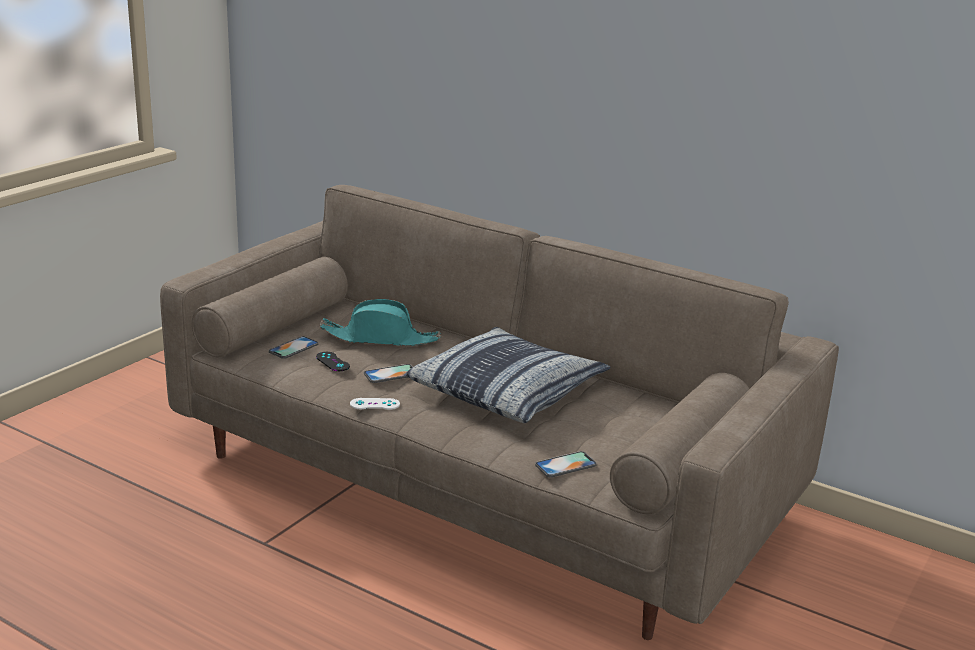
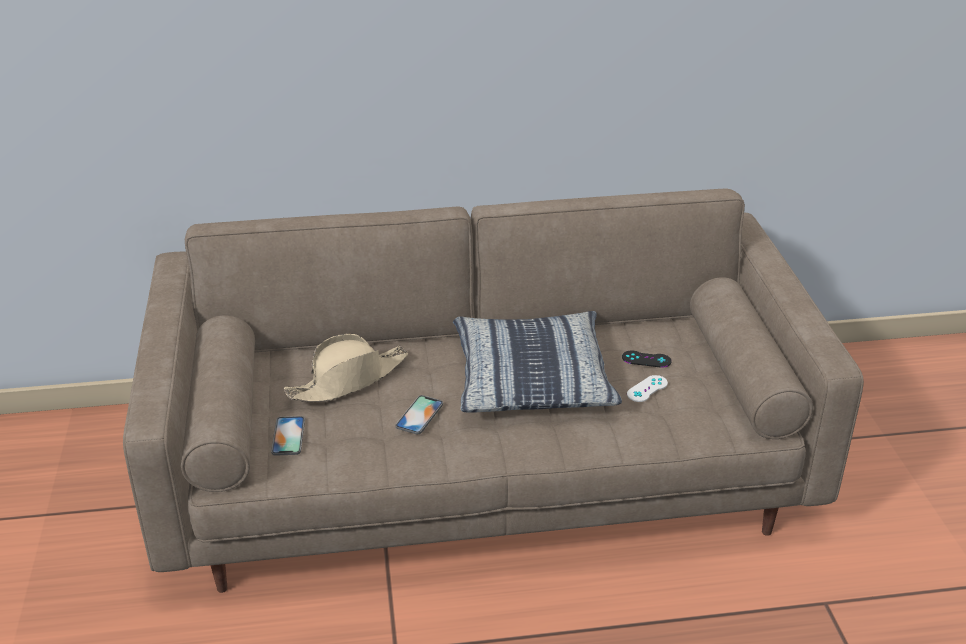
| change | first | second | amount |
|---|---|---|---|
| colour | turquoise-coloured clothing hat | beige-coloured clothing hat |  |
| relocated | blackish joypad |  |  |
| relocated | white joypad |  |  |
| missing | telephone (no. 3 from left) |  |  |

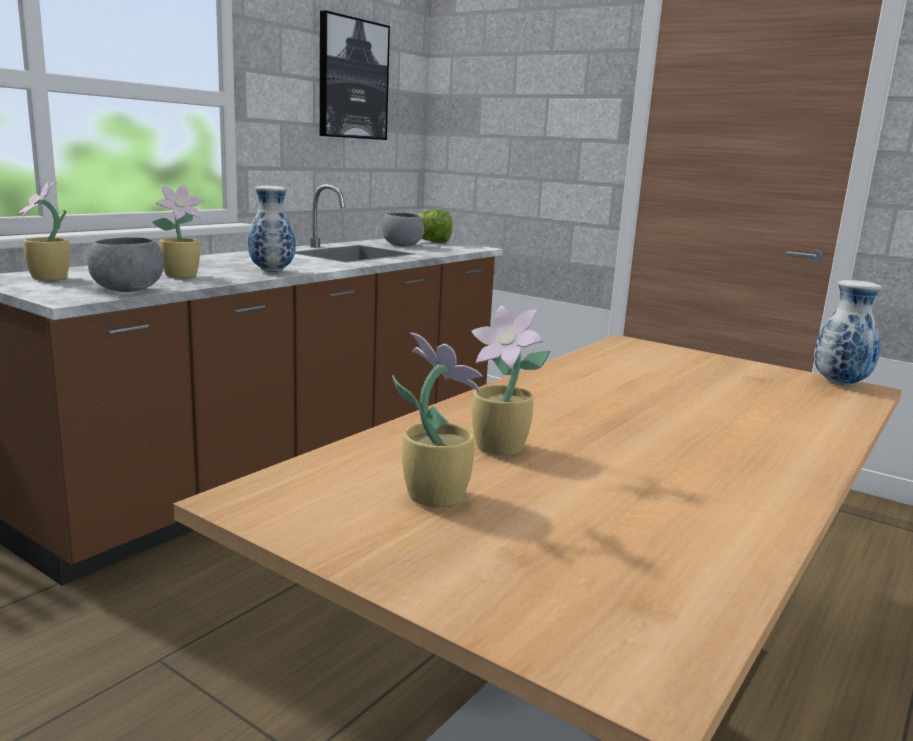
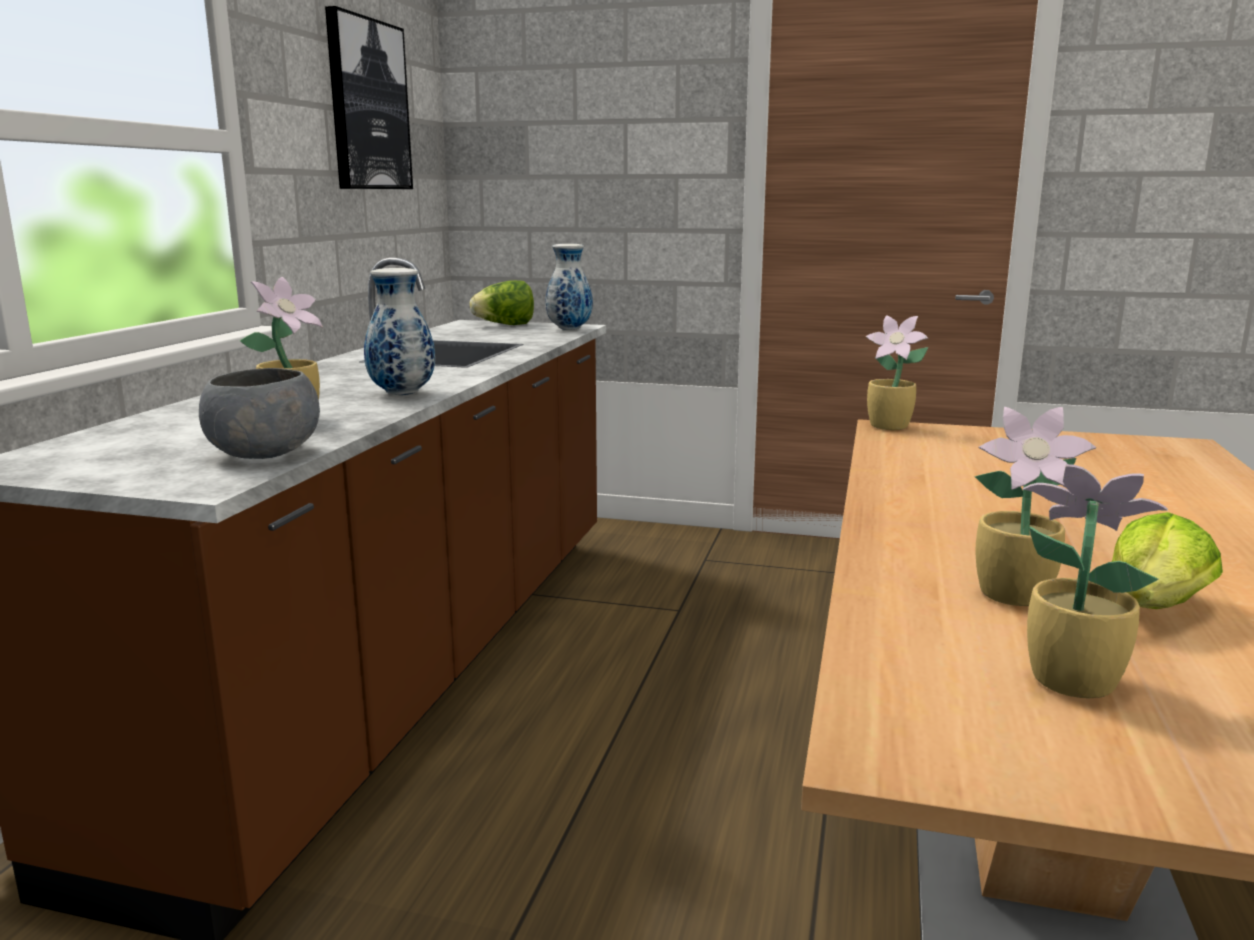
| change | first | second | amount |
|---|---|---|---|
| relocated | houseplant (no. 1 from left in the first image) | houseplant (no. 2 from left) |  |
| missing | grey deep dish (no. 2 from left) |  |  |
| relocated | decorative vase (no. 2 from left) |  |  |
| appeared |  | lettuce head (no. 2 from left) |  |

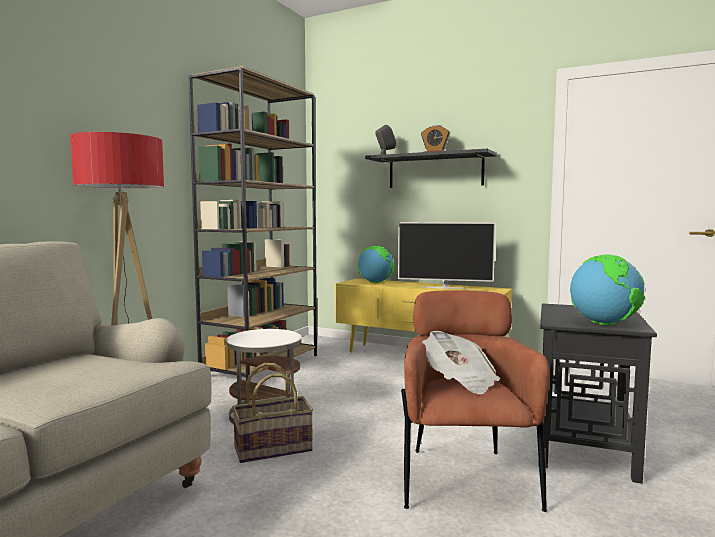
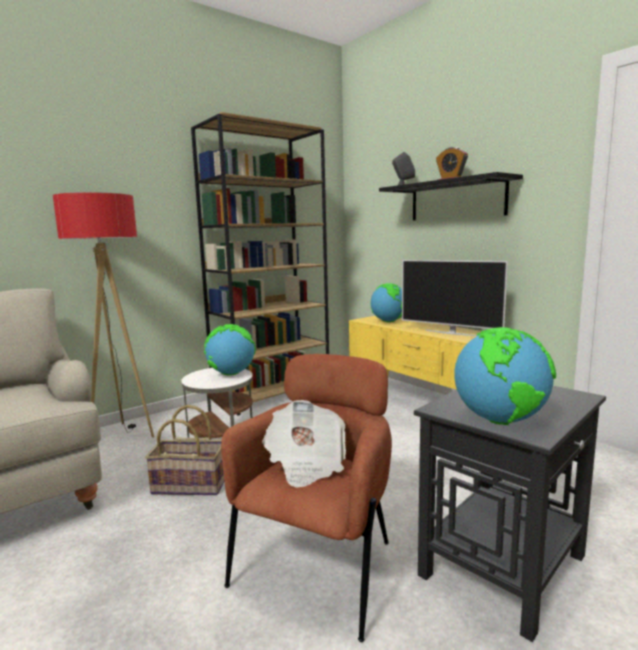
| change | first | second | amount |
|---|---|---|---|
| appeared |  | desk globe (no. 1 from left) |  |

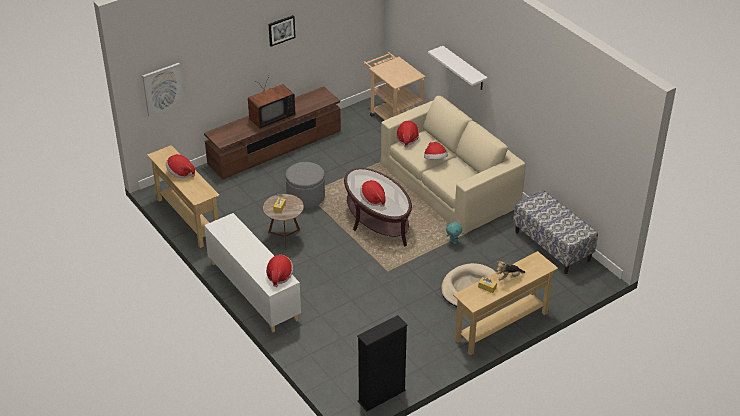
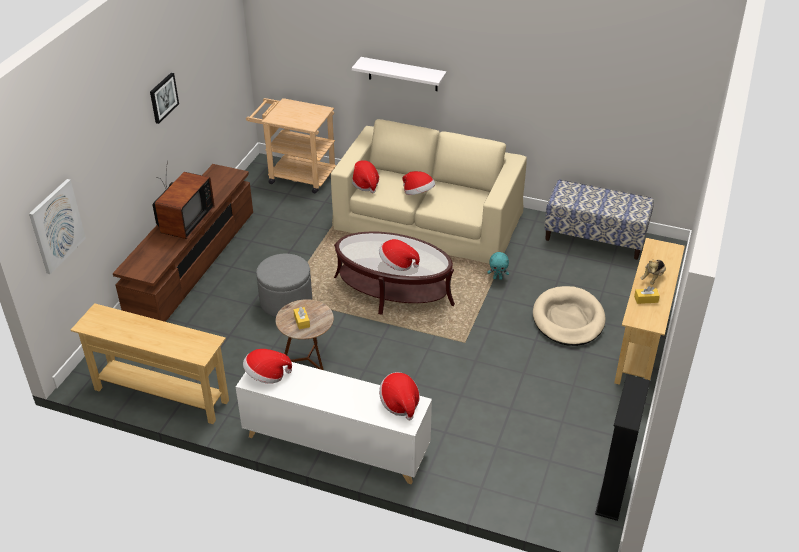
| change | first | second | amount |
|---|---|---|---|
| relocated | clothing hat (no. 1 from left) |  |  |

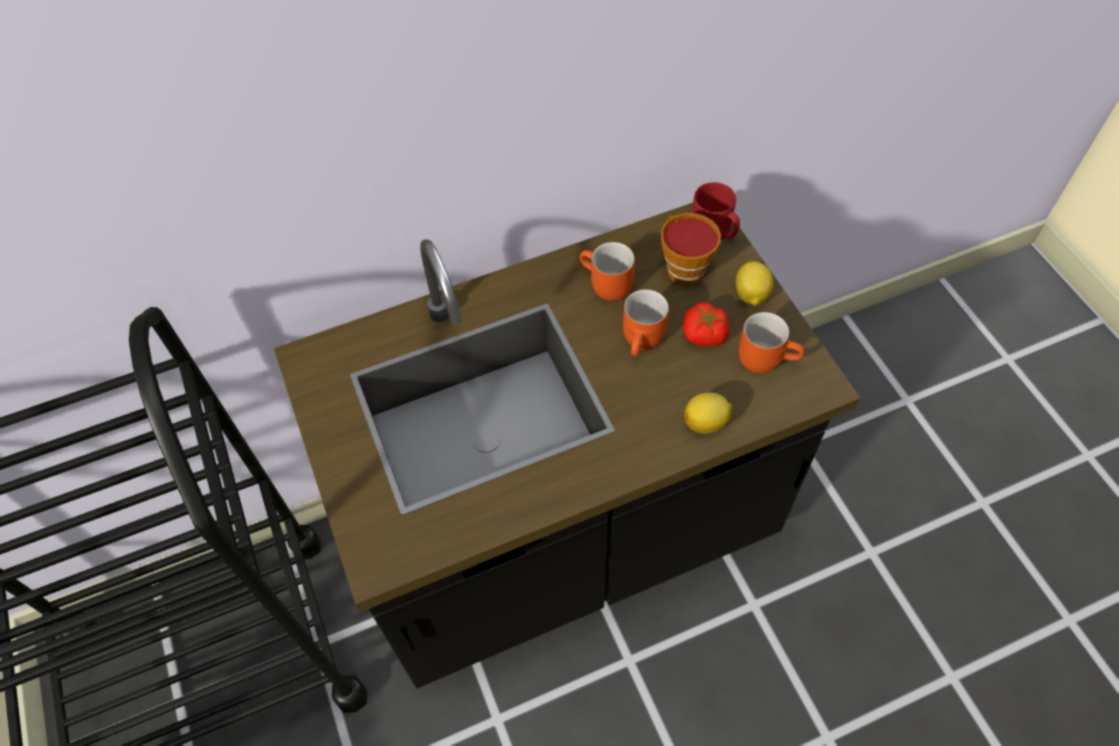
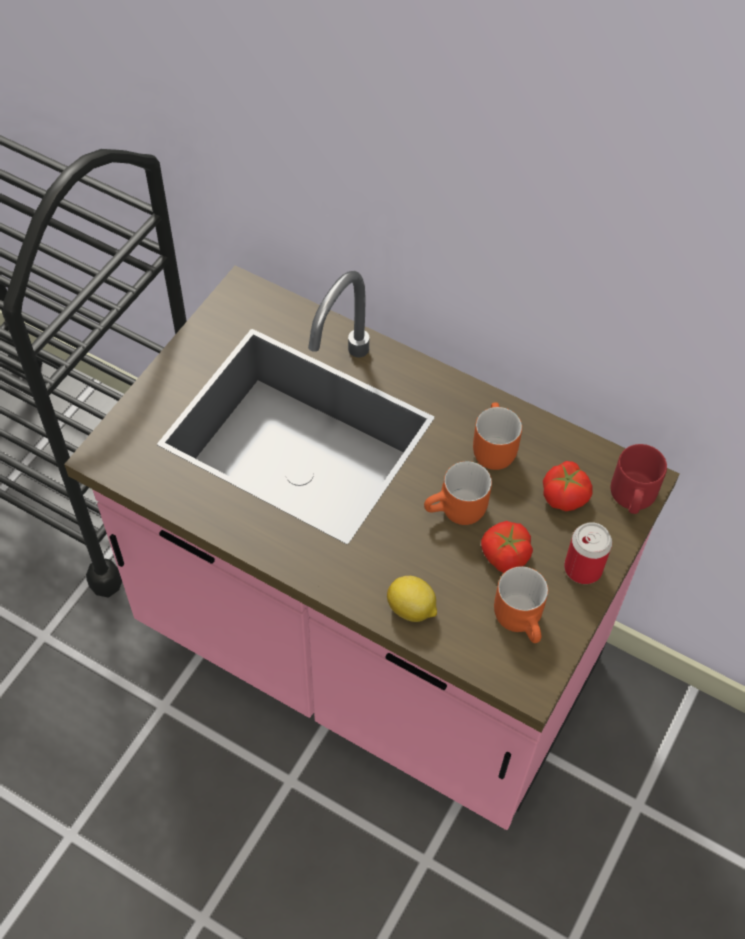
| change | first | second | amount |
|---|---|---|---|
| colour | blackish kitchen base unit | pink-coloured kitchen base unit |  |
| exchanged | cup | whole tomato (no. 2 from left) |  |
| exchanged | citrus fruit (no. 2 from left) | metal can |  |

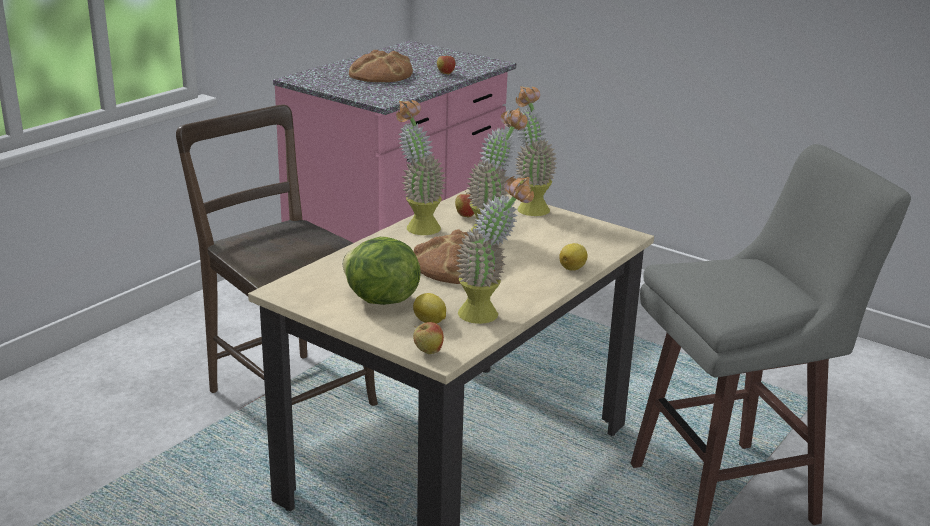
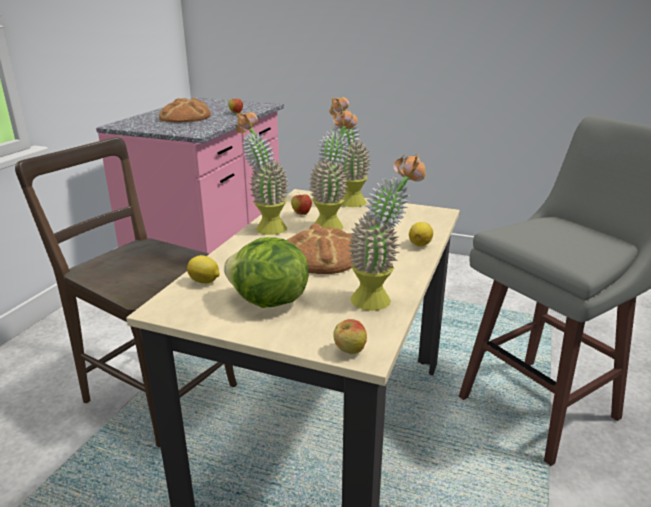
| change | first | second | amount |
|---|---|---|---|
| relocated | citrus fruit (no. 1 from left) |  |  |

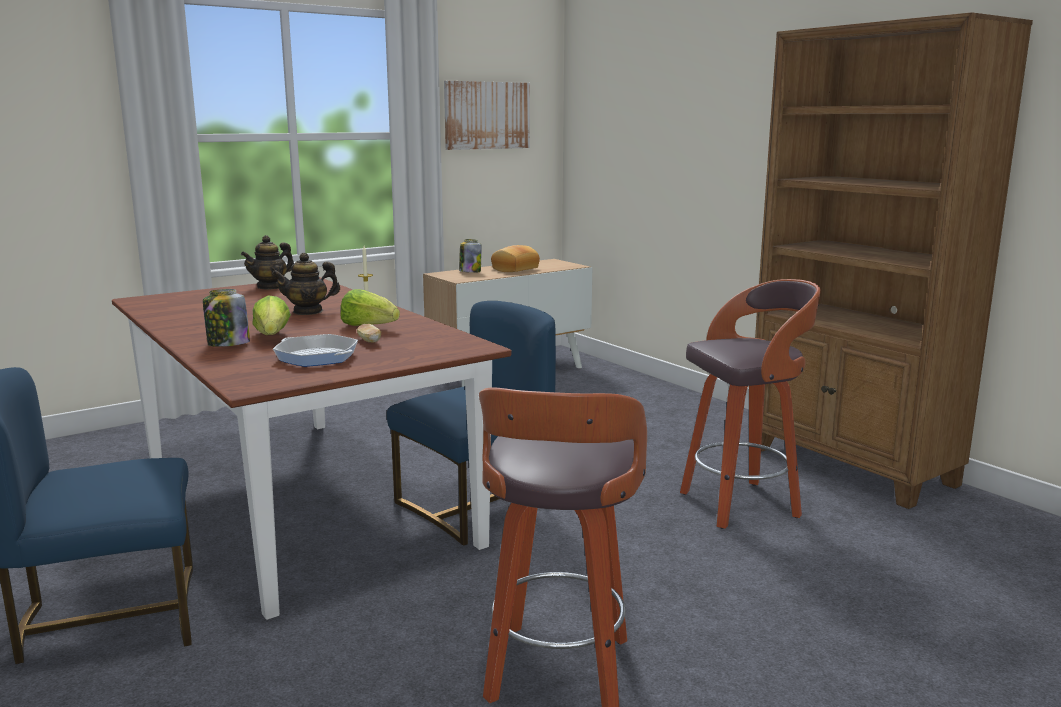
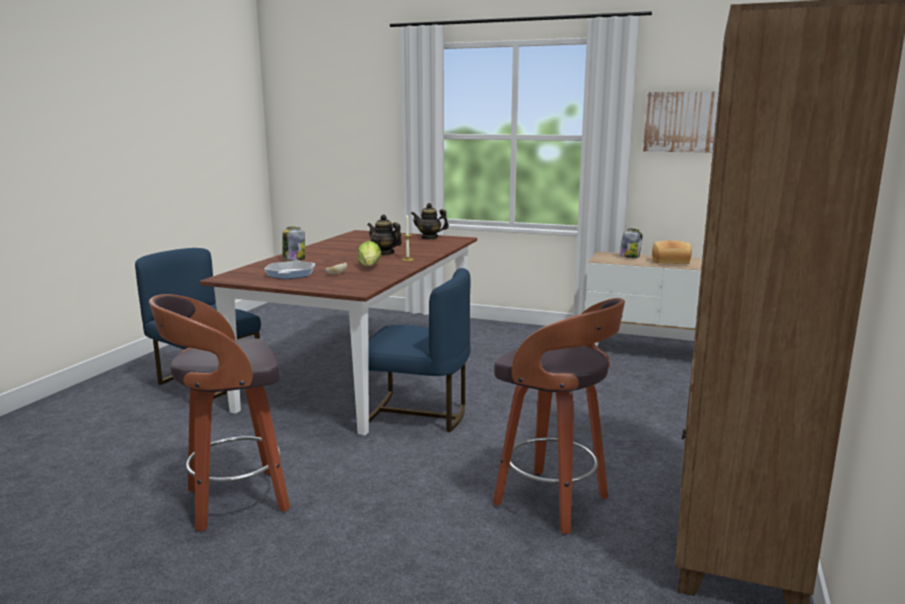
| change | first | second | amount |
|---|---|---|---|
| missing | lettuce head (no. 1 from left) |  |  |

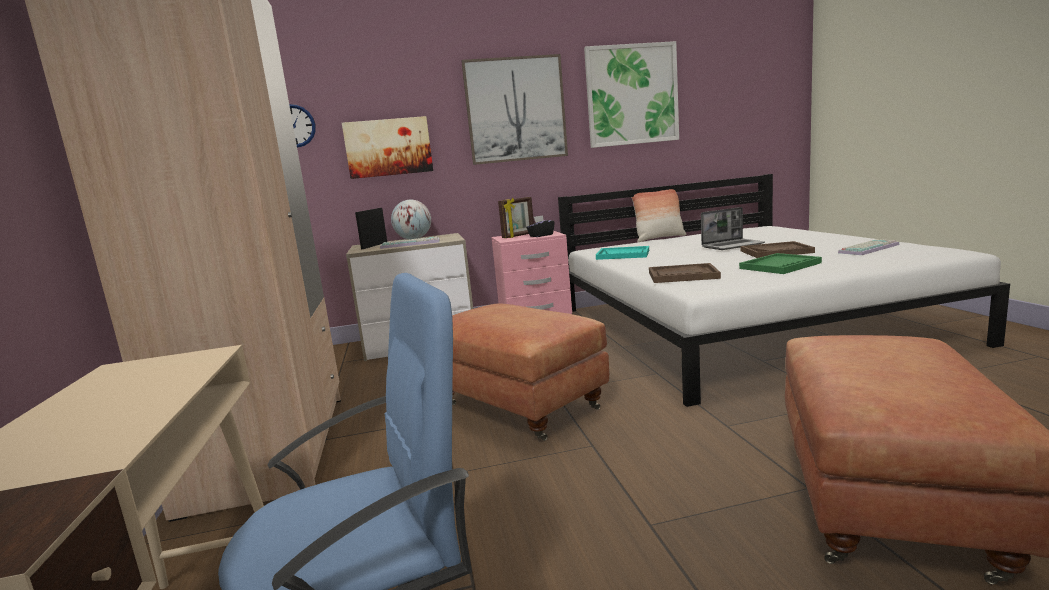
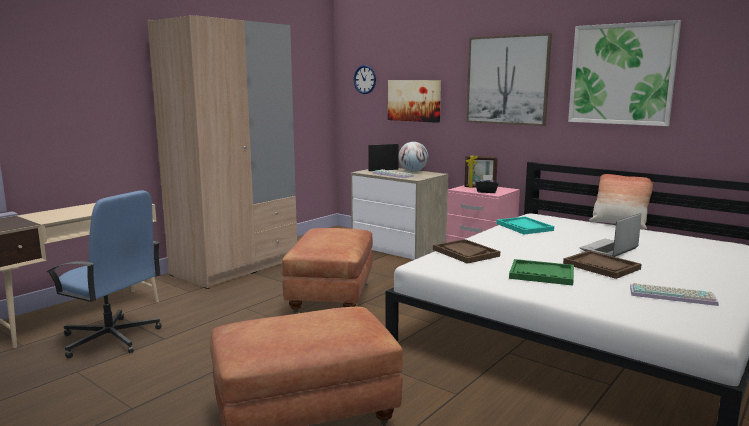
| change | first | second | amount |
|---|---|---|---|
| spun | portable computer |  | 105 degrees clockwise |

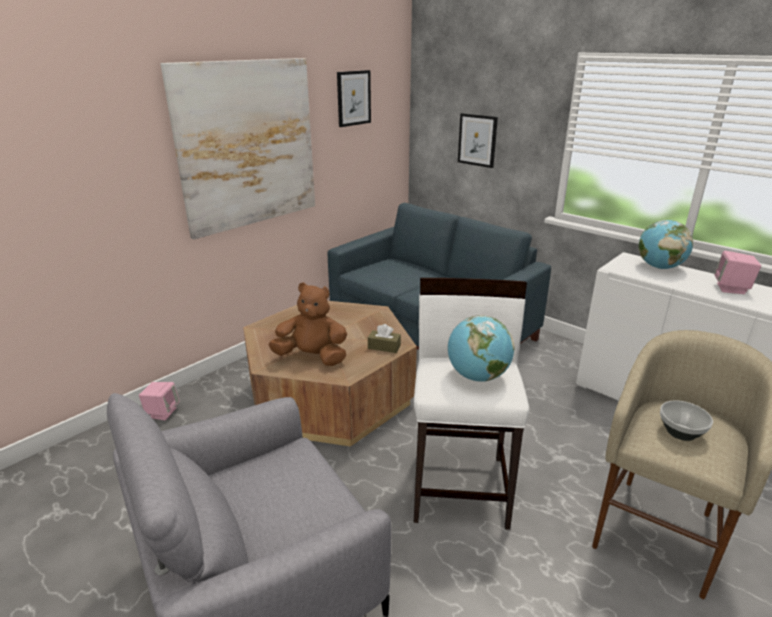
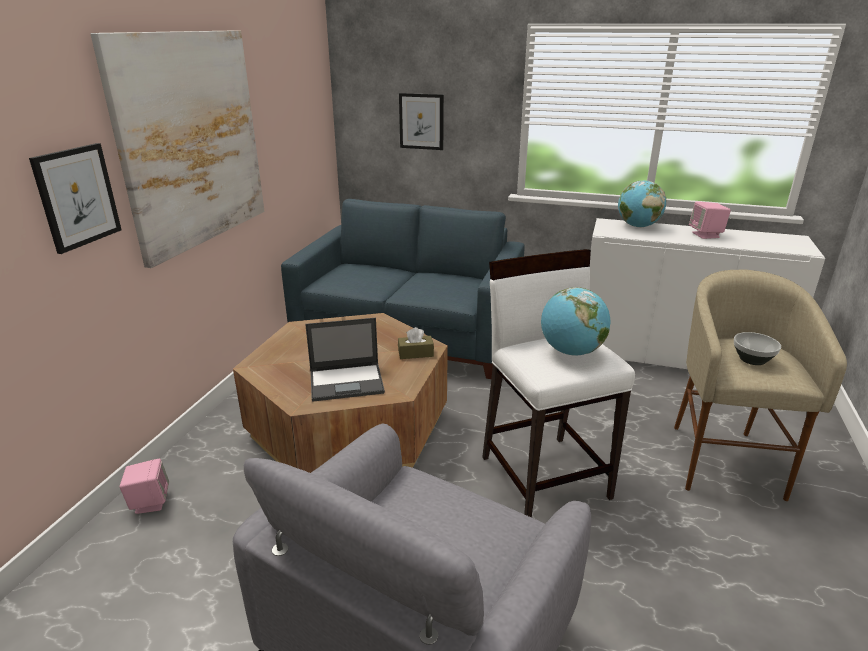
| change | first | second | amount |
|---|---|---|---|
| relocated | wall picture (no. 2 from left in the first image) | wall picture (no. 1 from left) |  |
| exchanged | brownish cuddly toy | portable computer |  |

